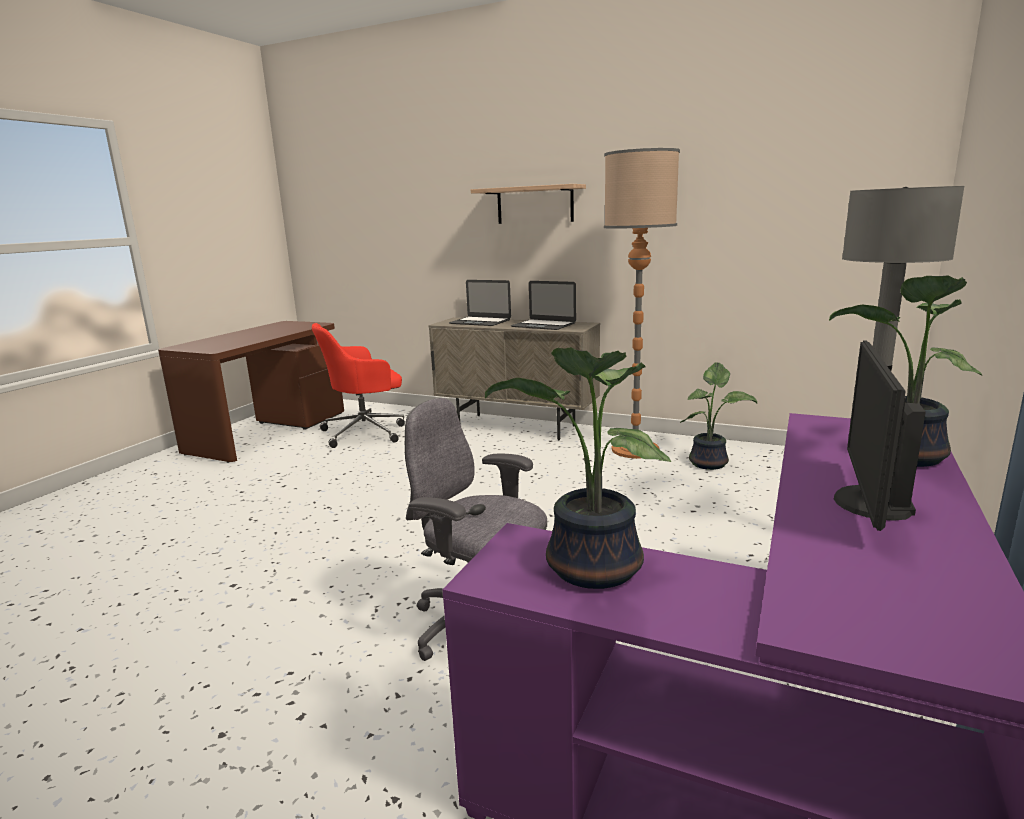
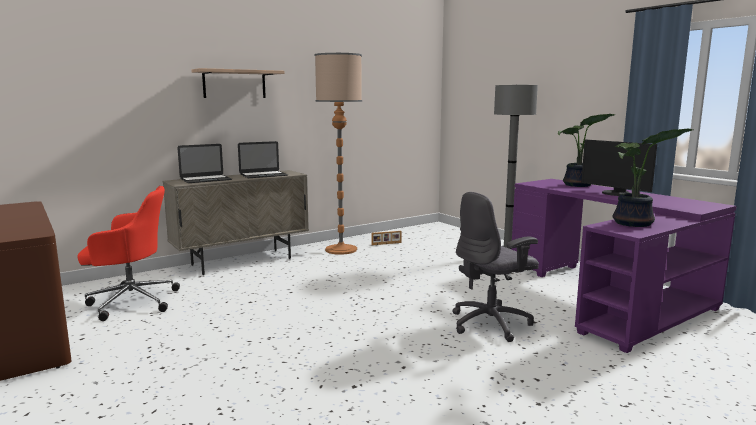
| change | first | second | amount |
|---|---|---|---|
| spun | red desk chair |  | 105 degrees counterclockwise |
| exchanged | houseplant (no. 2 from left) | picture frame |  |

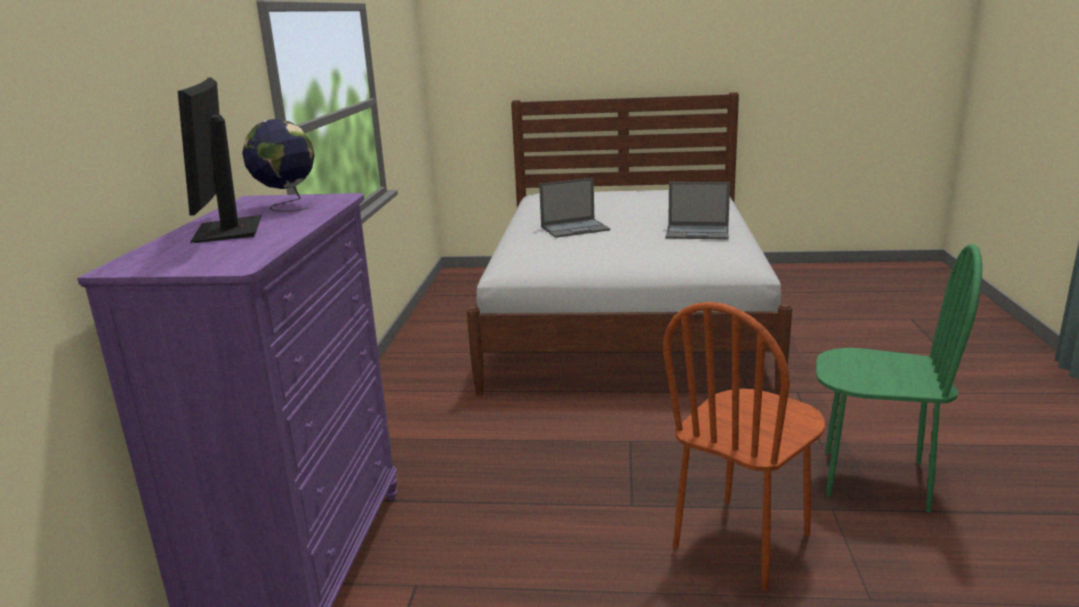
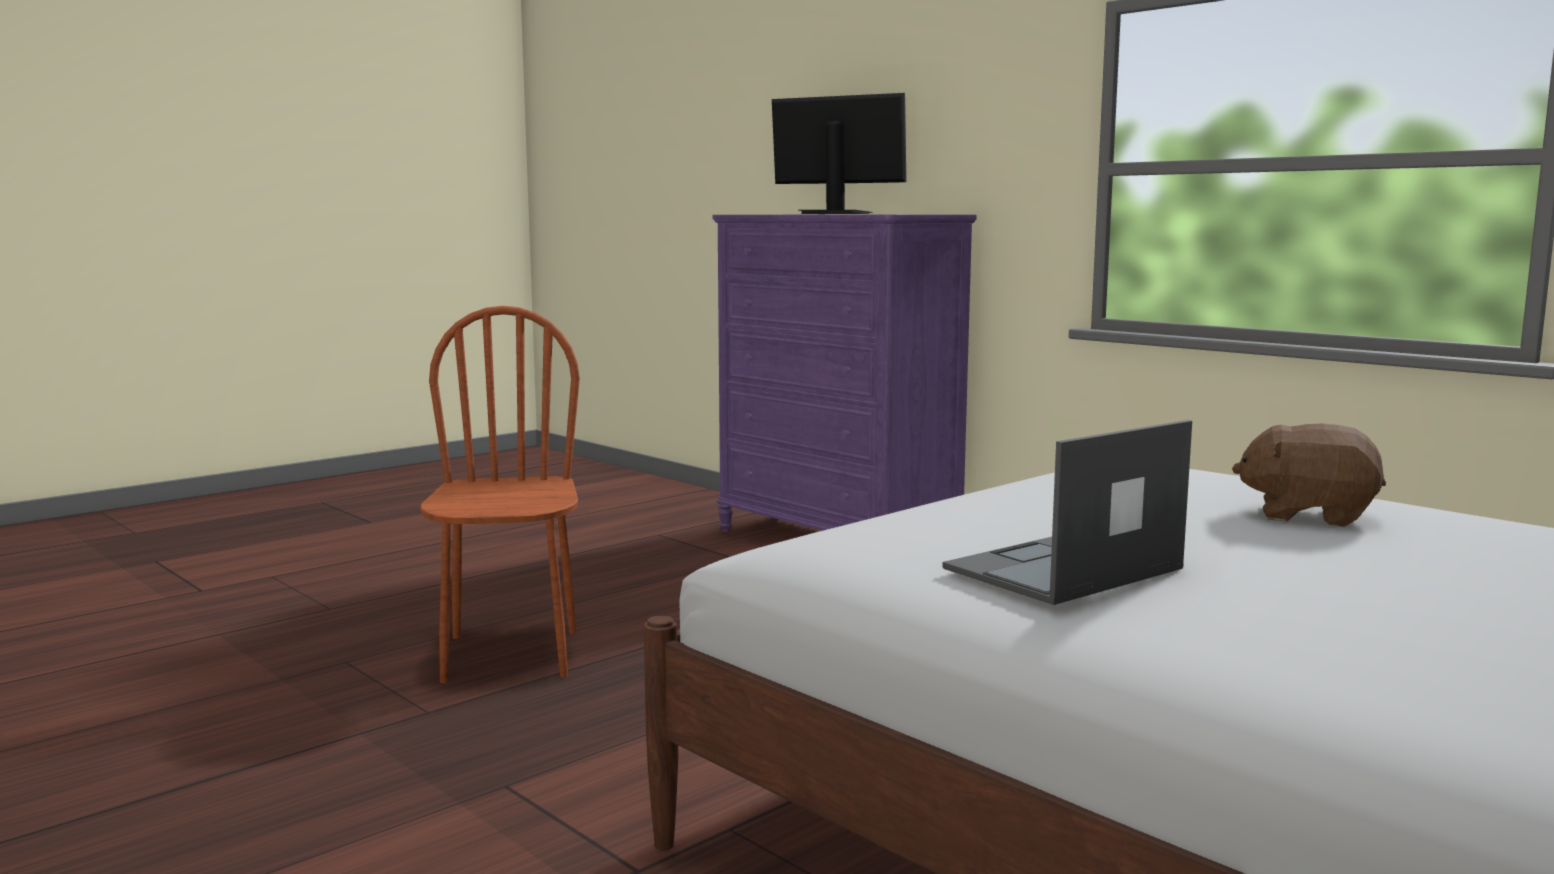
| change | first | second | amount |
|---|---|---|---|
| missing | desk globe |  |  |
| exchanged | portable computer (no. 1 from left) | brownish cuddly toy |  |
| missing | green chair |  |  |

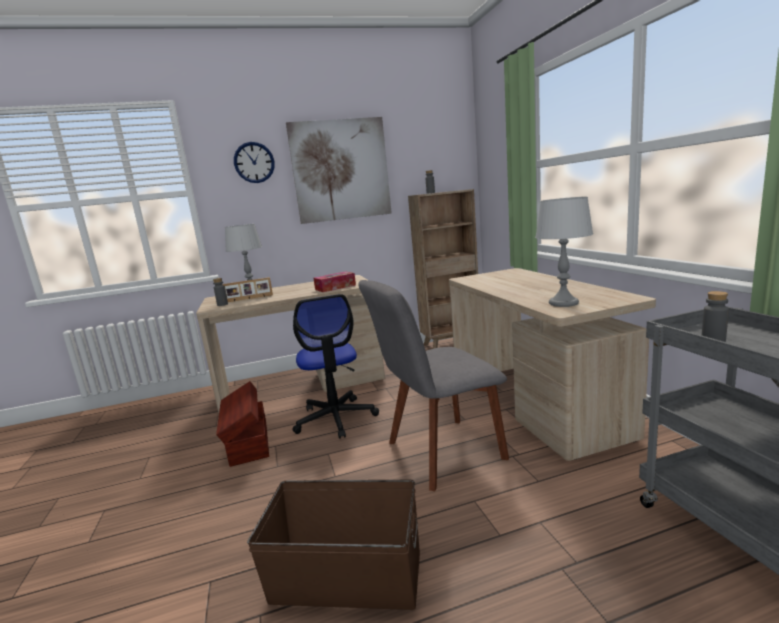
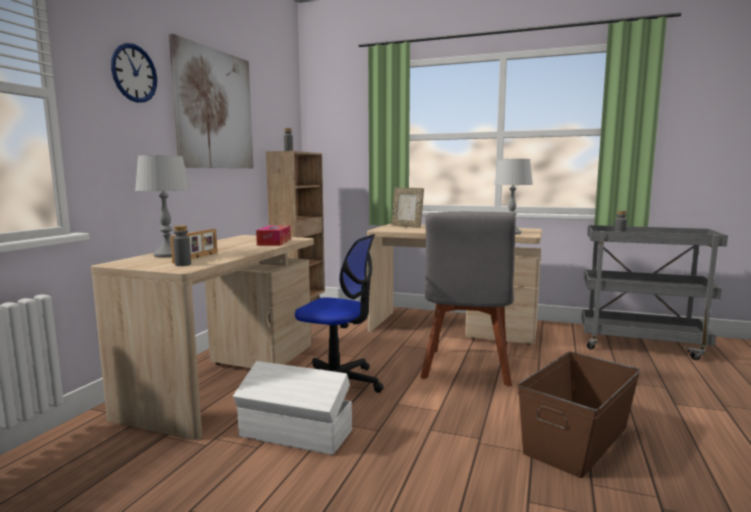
| change | first | second | amount |
|---|---|---|---|
| colour | brownish storage box (no. 1 from left) | white storage box |  |
| appeared |  | picture frame (no. 2 from left) |  |

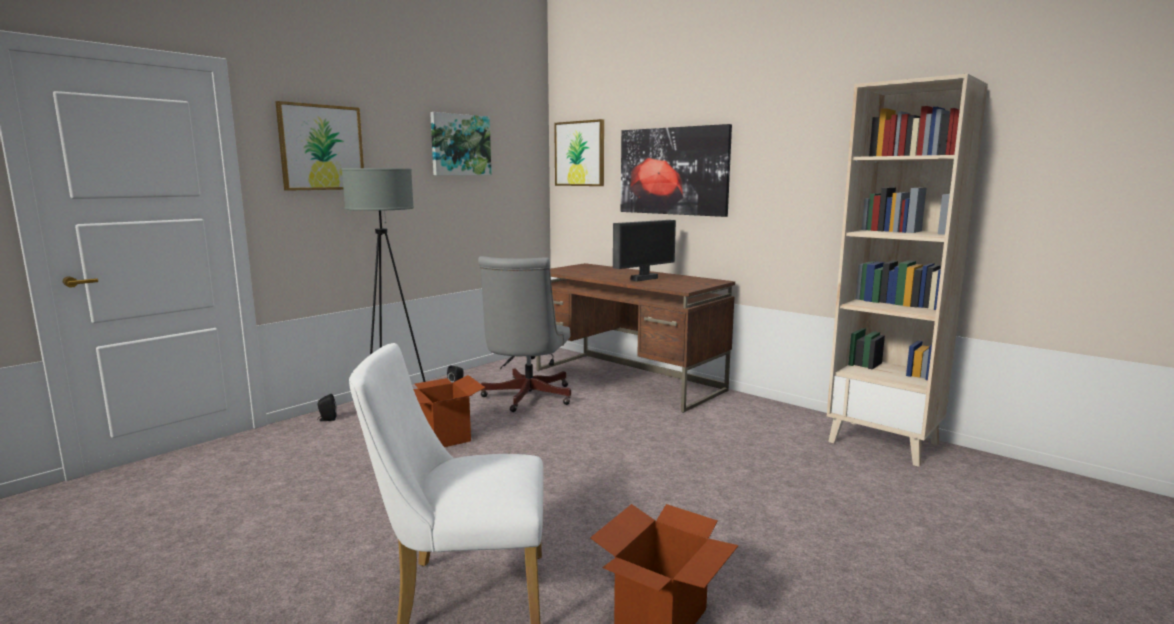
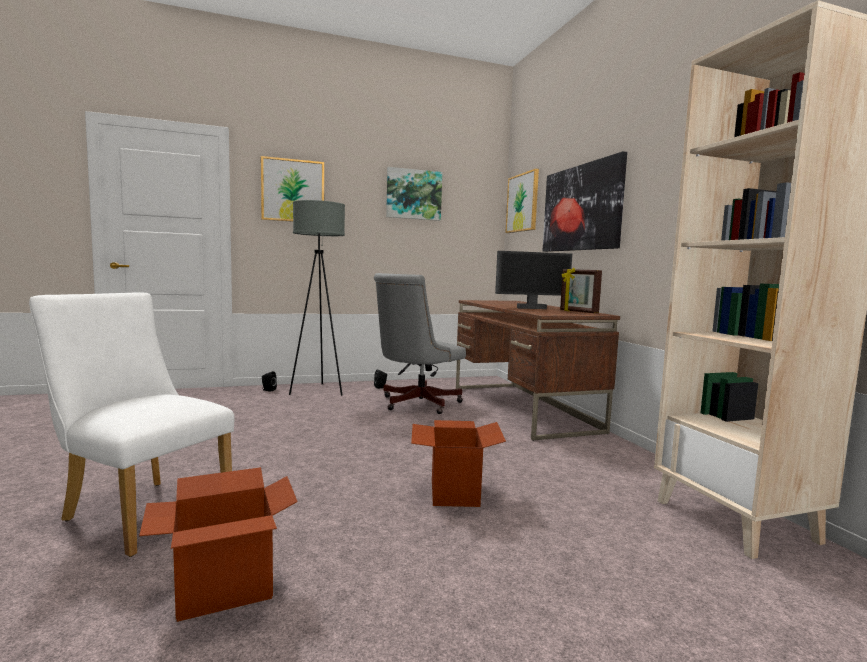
| change | first | second | amount |
|---|---|---|---|
| relocated | carton (no. 1 from left in the first image) | carton (no. 2 from left) |  |
| appeared |  | picture frame |  |

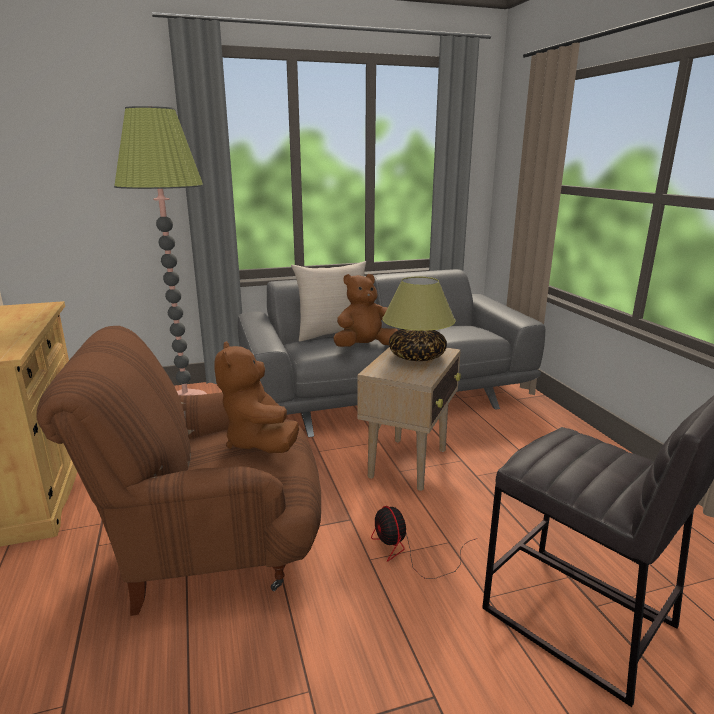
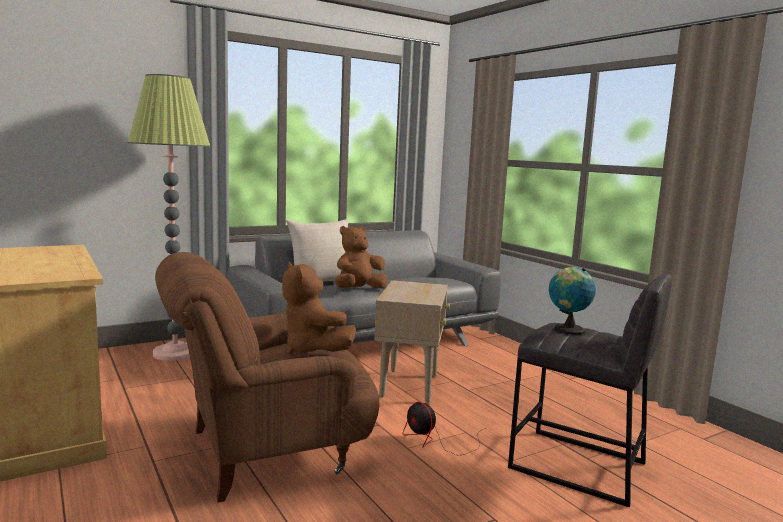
| change | first | second | amount |
|---|---|---|---|
| missing | tabletop lamp |  |  |
| appeared |  | desk globe |  |

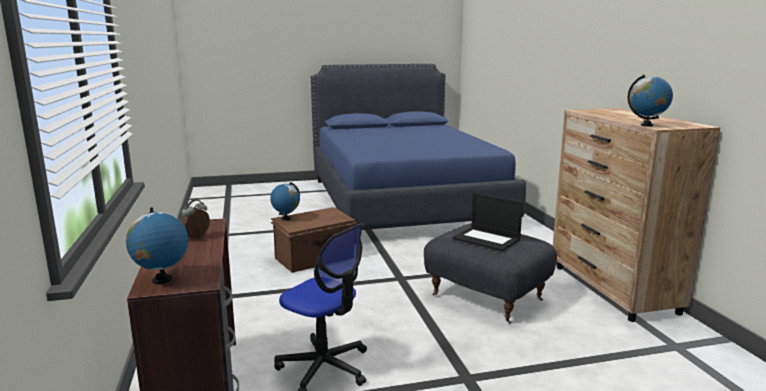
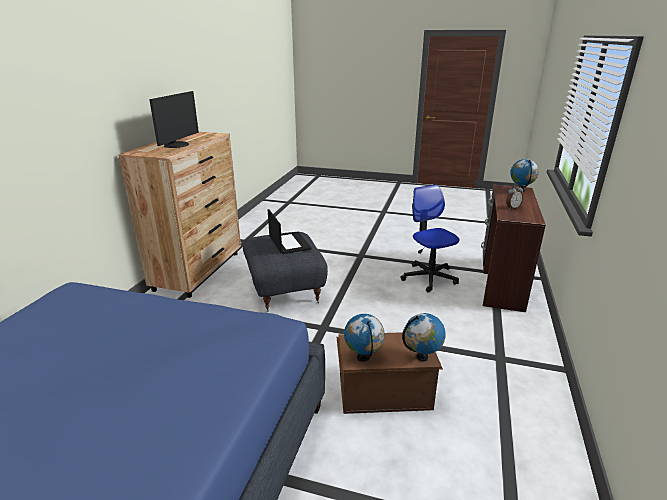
| change | first | second | amount |
|---|---|---|---|
| relocated | desk globe (no. 3 from left in the first image) | desk globe (no. 1 from left) |  |
| appeared |  | monitor |  |

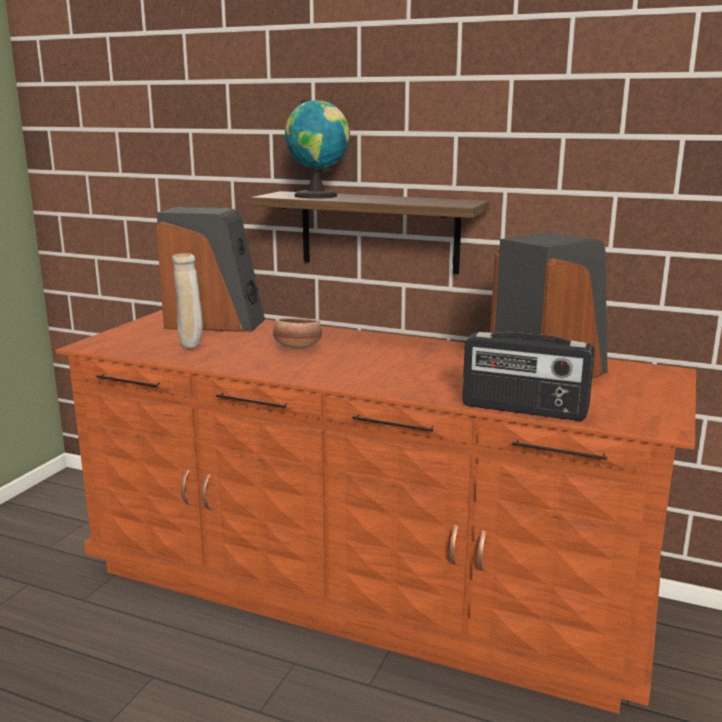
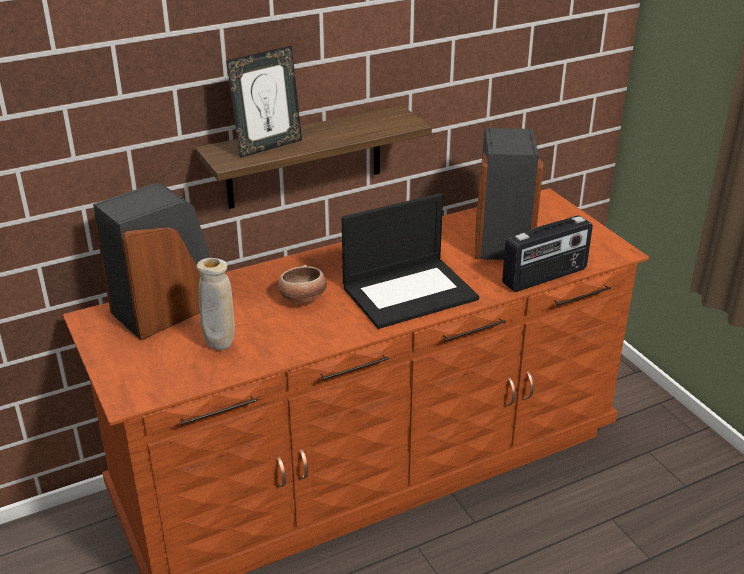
| change | first | second | amount |
|---|---|---|---|
| exchanged | desk globe | picture frame |  |
| appeared |  | portable computer |  |

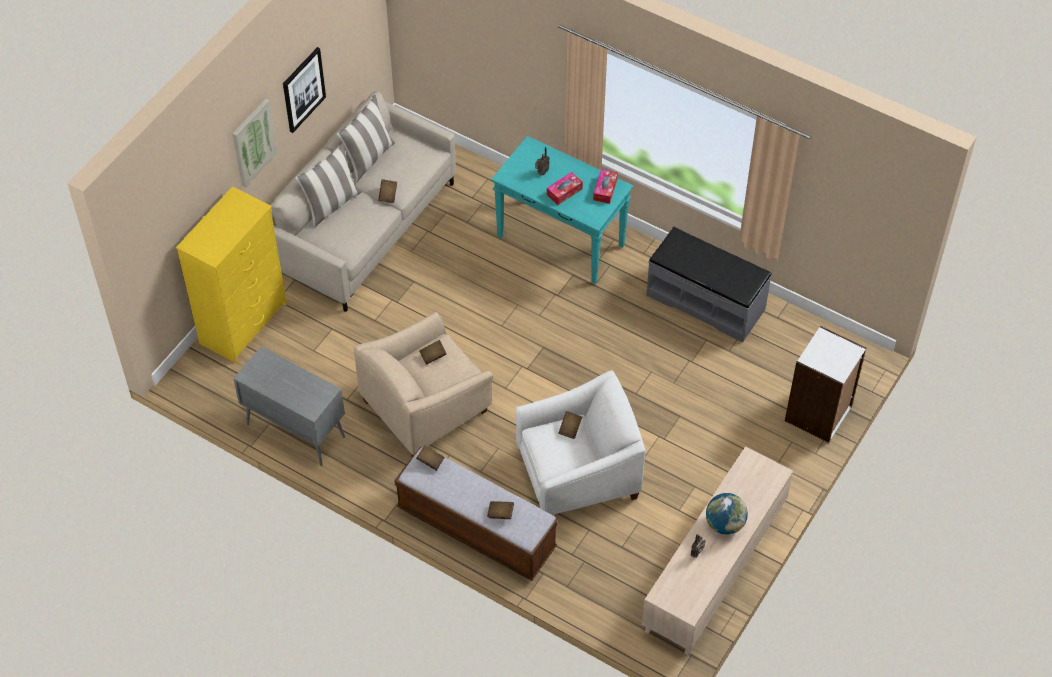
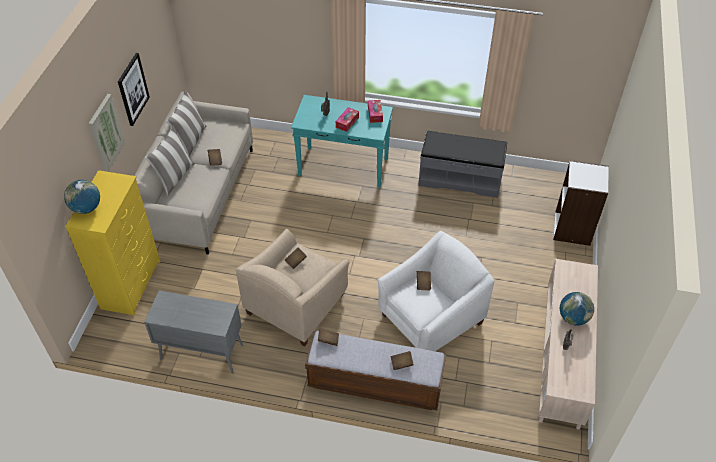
| change | first | second | amount |
|---|---|---|---|
| appeared |  | desk globe (no. 1 from left) |  |

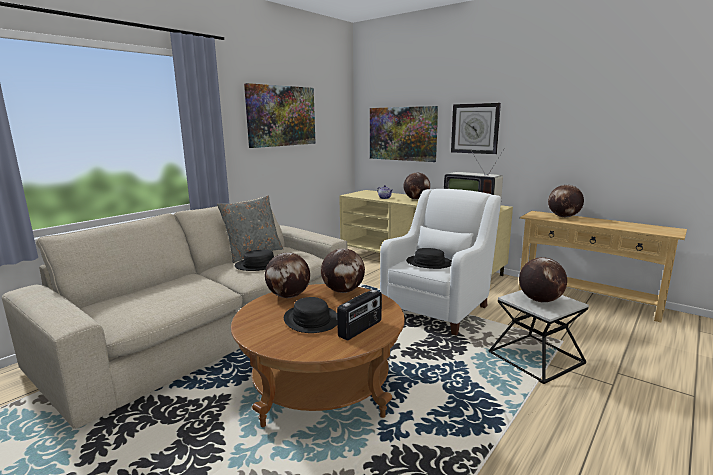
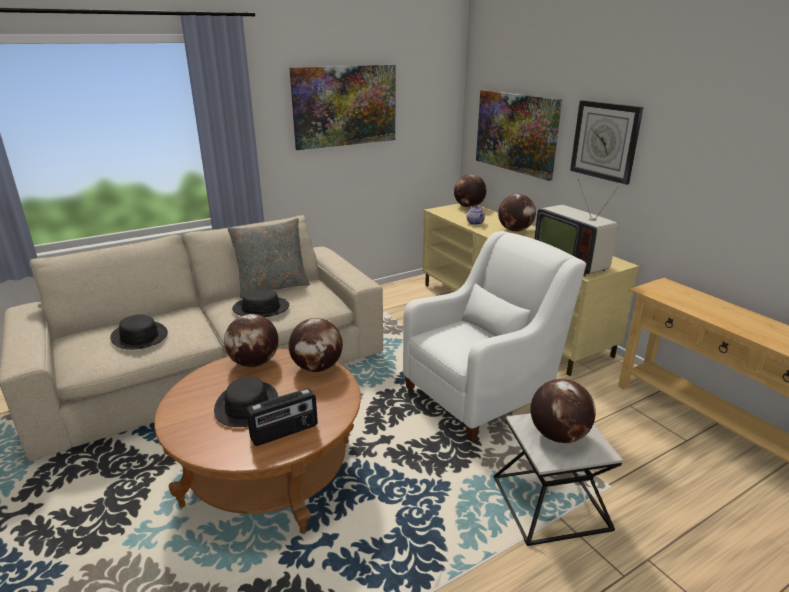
| change | first | second | amount |
|---|---|---|---|
| relocated | desk globe (no. 5 from left in the first image) | desk globe (no. 3 from left) |  |
| relocated | blackish clothing hat (no. 3 from left in the first image) | blackish clothing hat (no. 1 from left) |  |

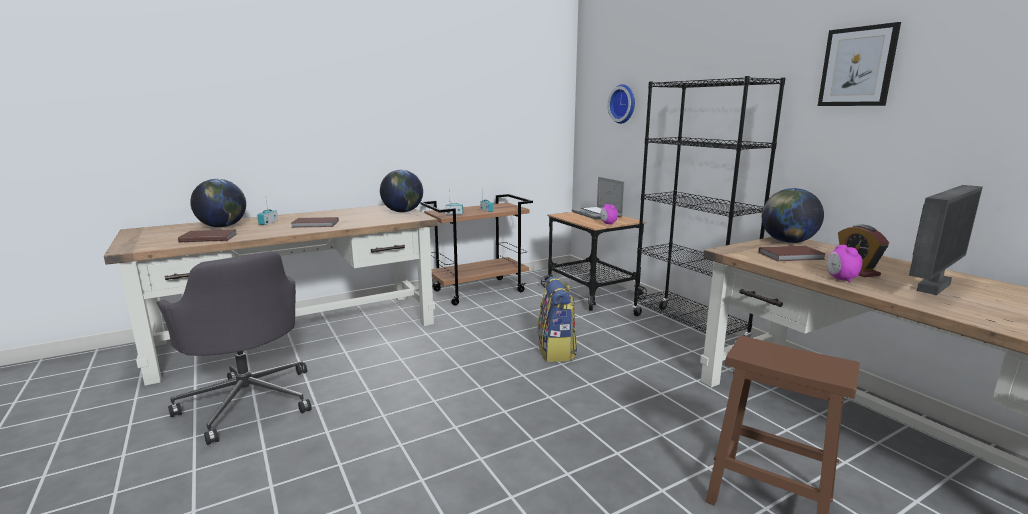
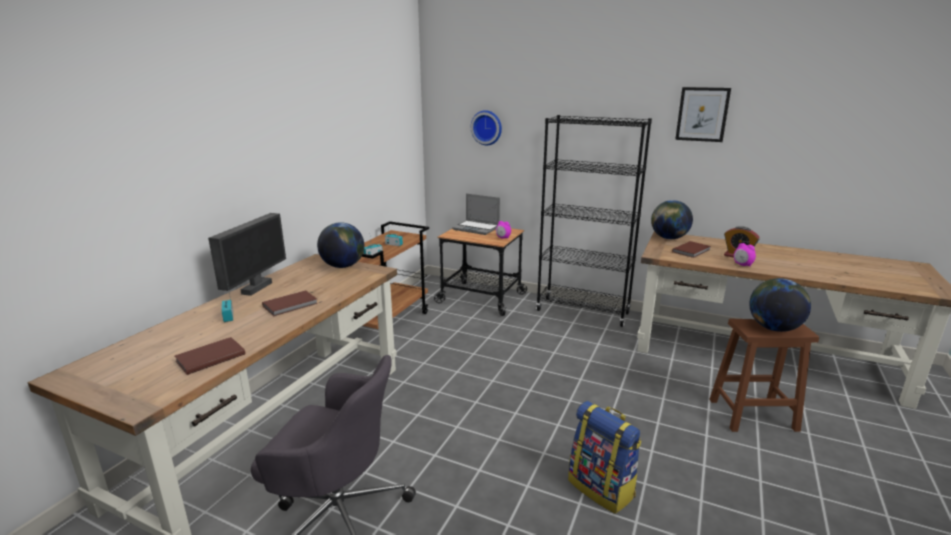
| change | first | second | amount |
|---|---|---|---|
| relocated | desk globe (no. 1 from left in the first image) | desk globe (no. 3 from left) |  |
| relocated | monitor |  |  |
| relocated | knapsack |  |  |

